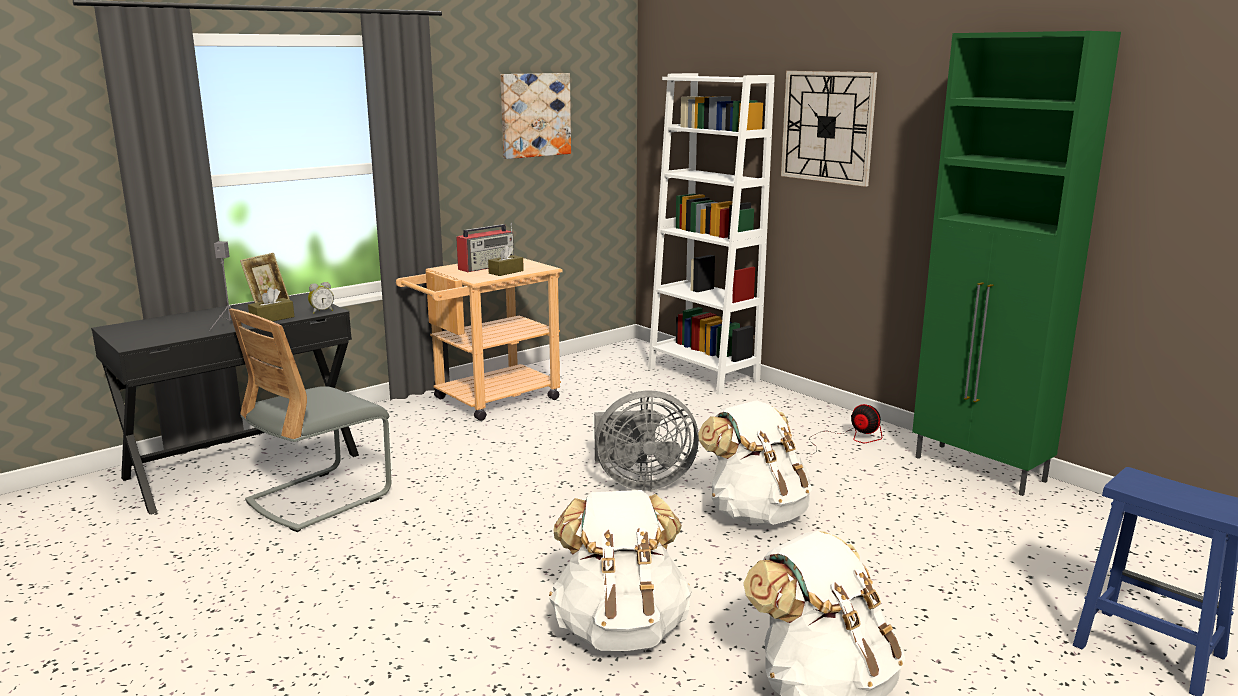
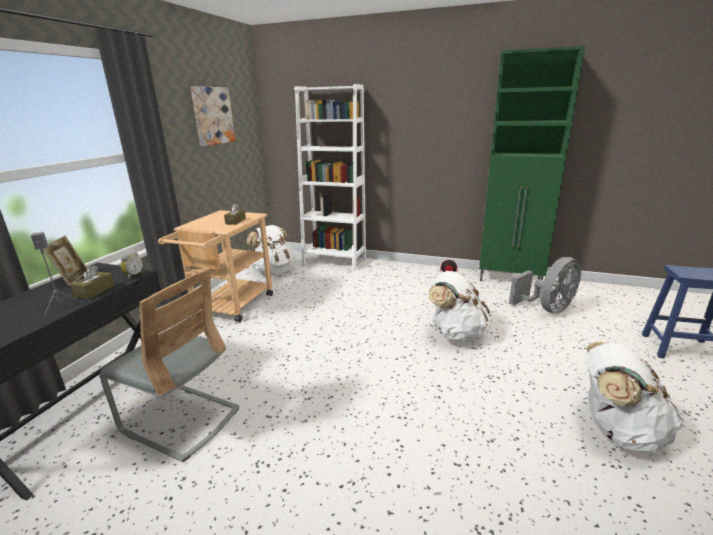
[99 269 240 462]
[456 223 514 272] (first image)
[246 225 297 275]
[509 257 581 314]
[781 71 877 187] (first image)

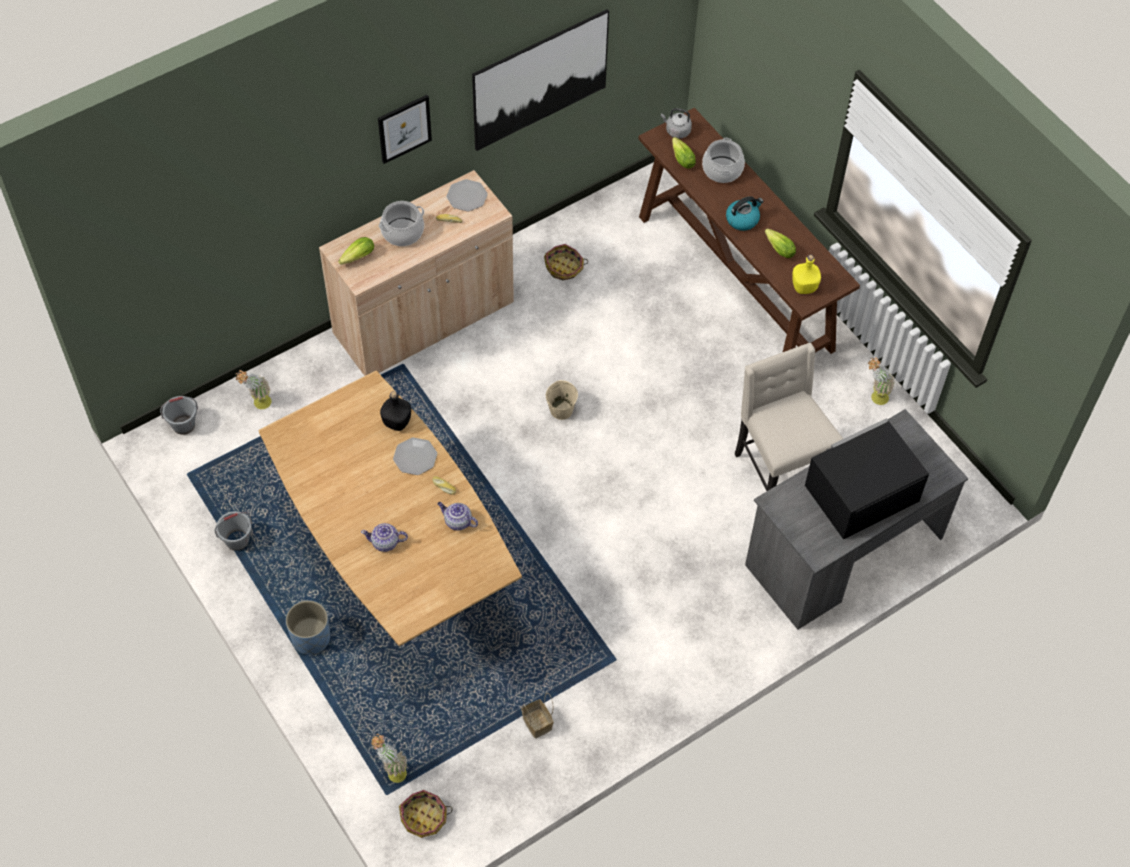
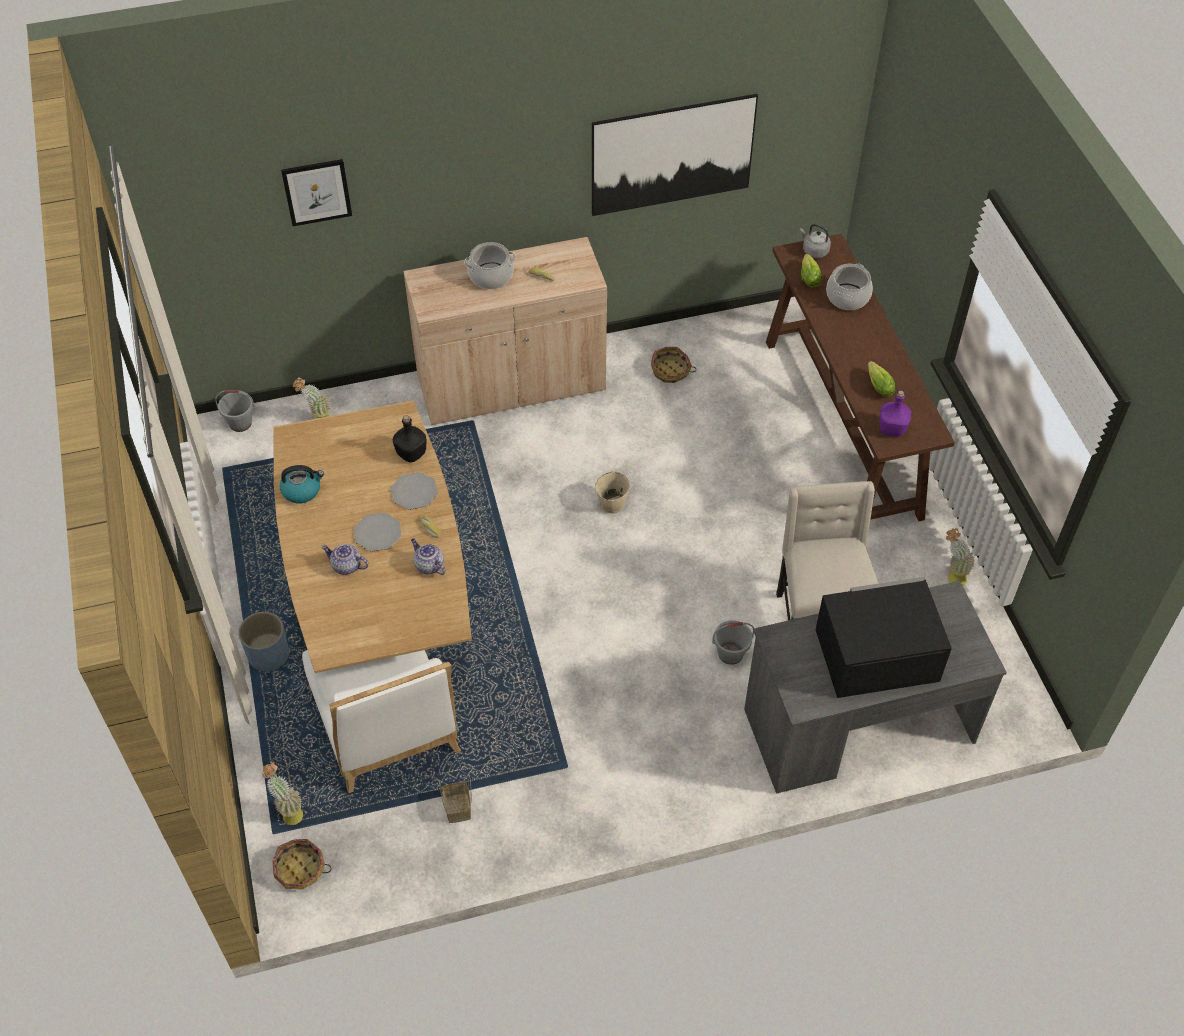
[712 620 754 665]
[338 237 374 265] (first image)
[281 159 352 226]
[354 513 401 551]
[280 465 324 504]
[879 390 911 437]
[302 650 461 793]

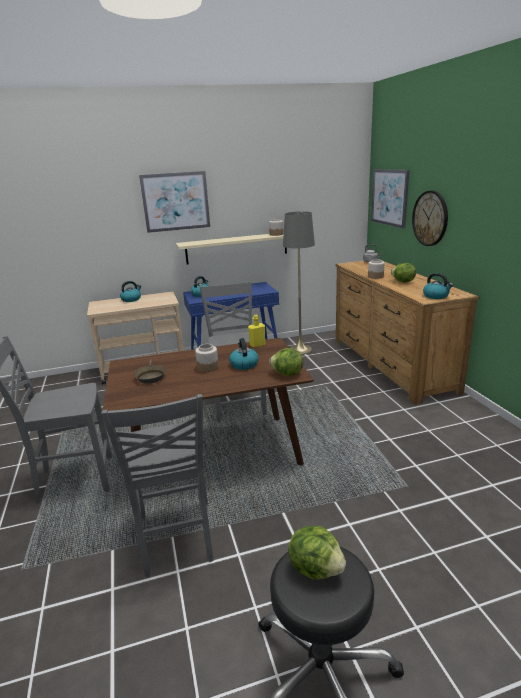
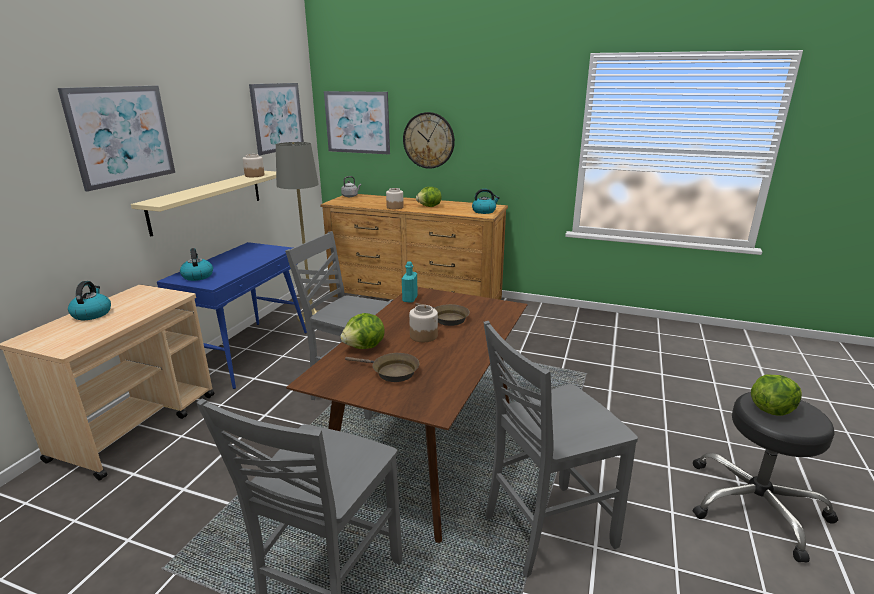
[483 321 638 578]
[415 303 470 326]
[402 261 418 303]
[340 313 385 349]
[249 83 304 155]

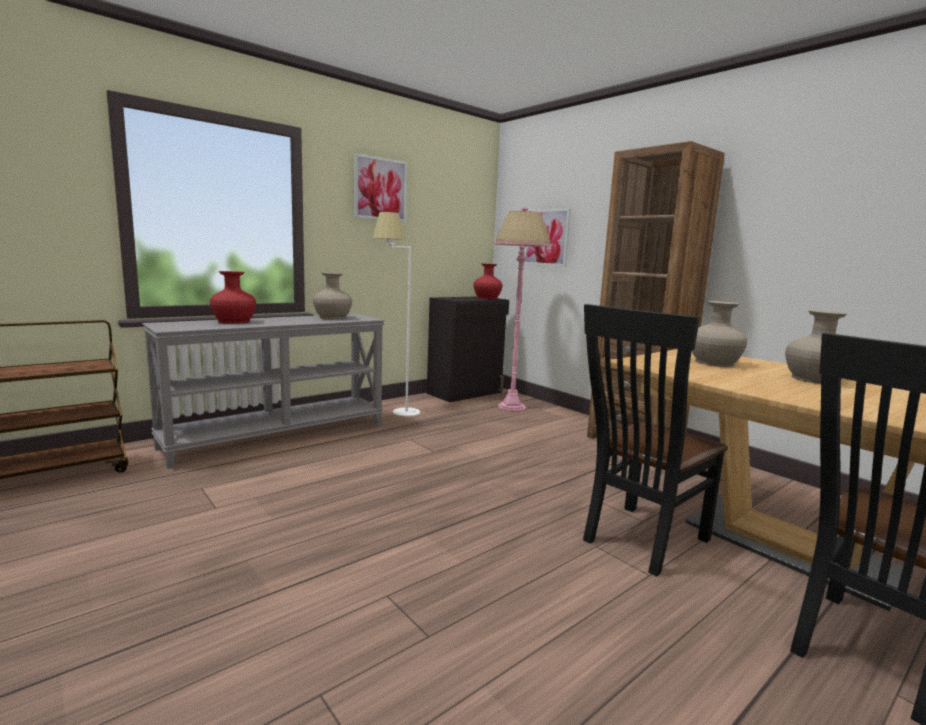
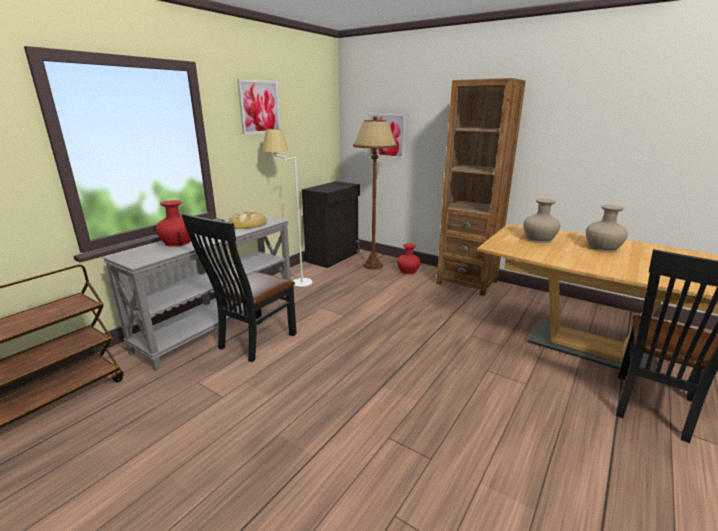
[228 211 267 229]
[397 243 421 274]
[353 116 397 270]
[182 213 297 362]

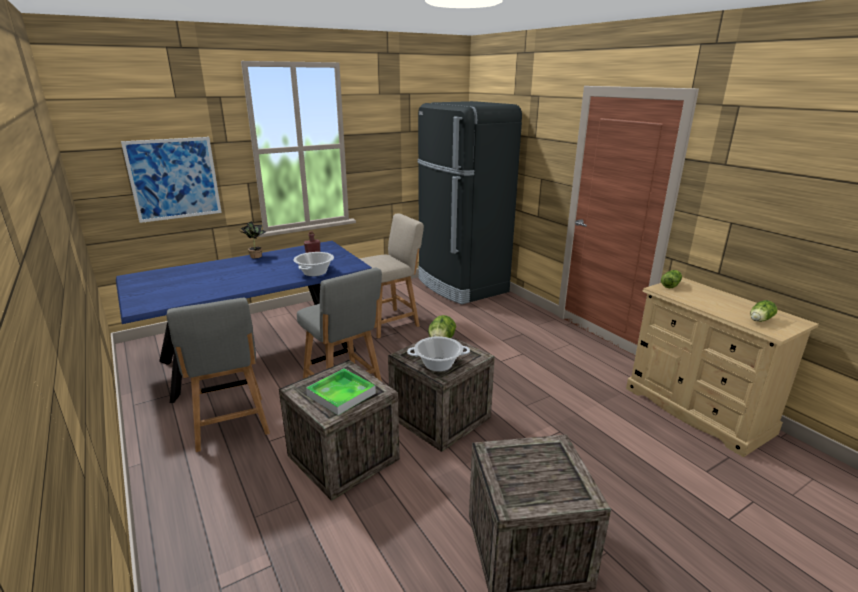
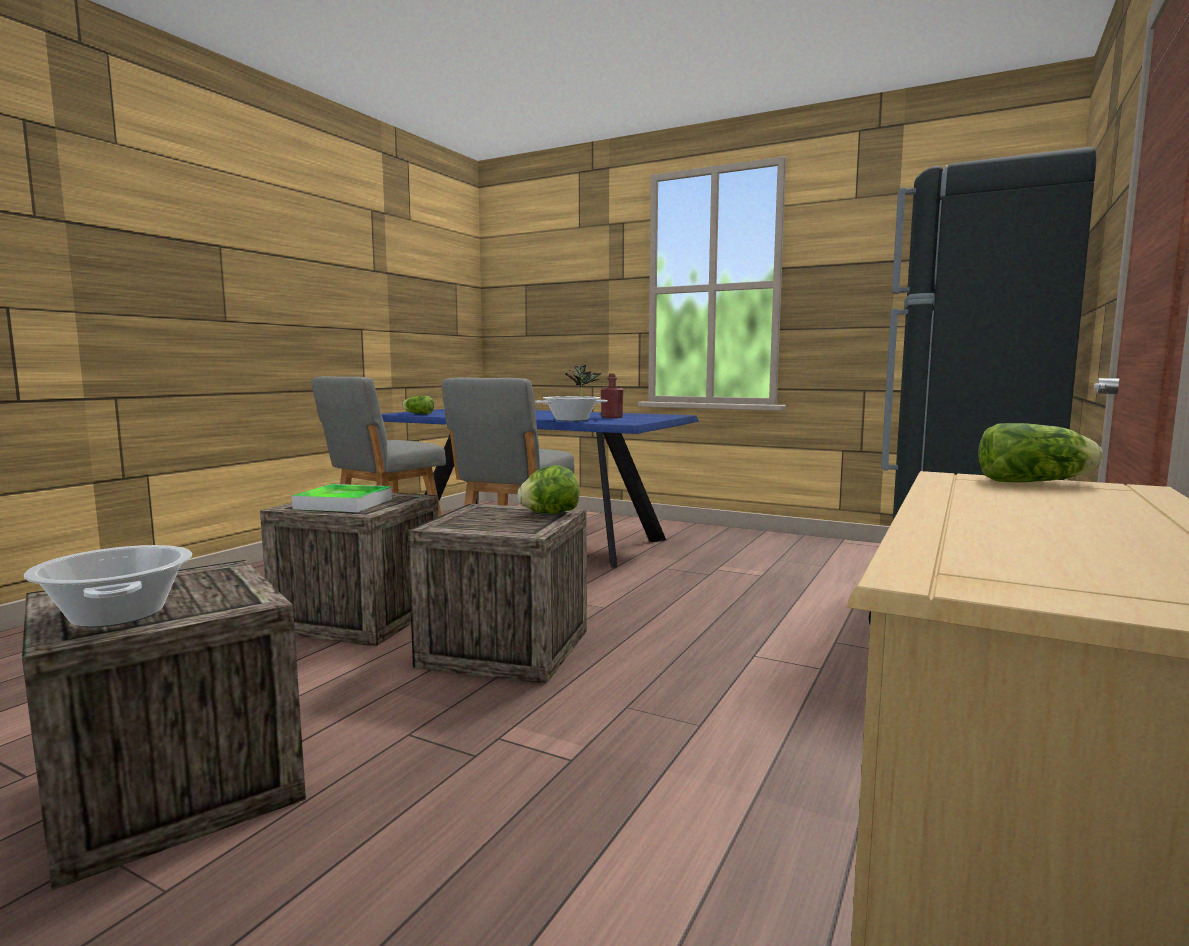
[121 137 222 223] (first image)
[359 213 424 338] (first image)
[24 545 192 628]
[402 396 434 414]

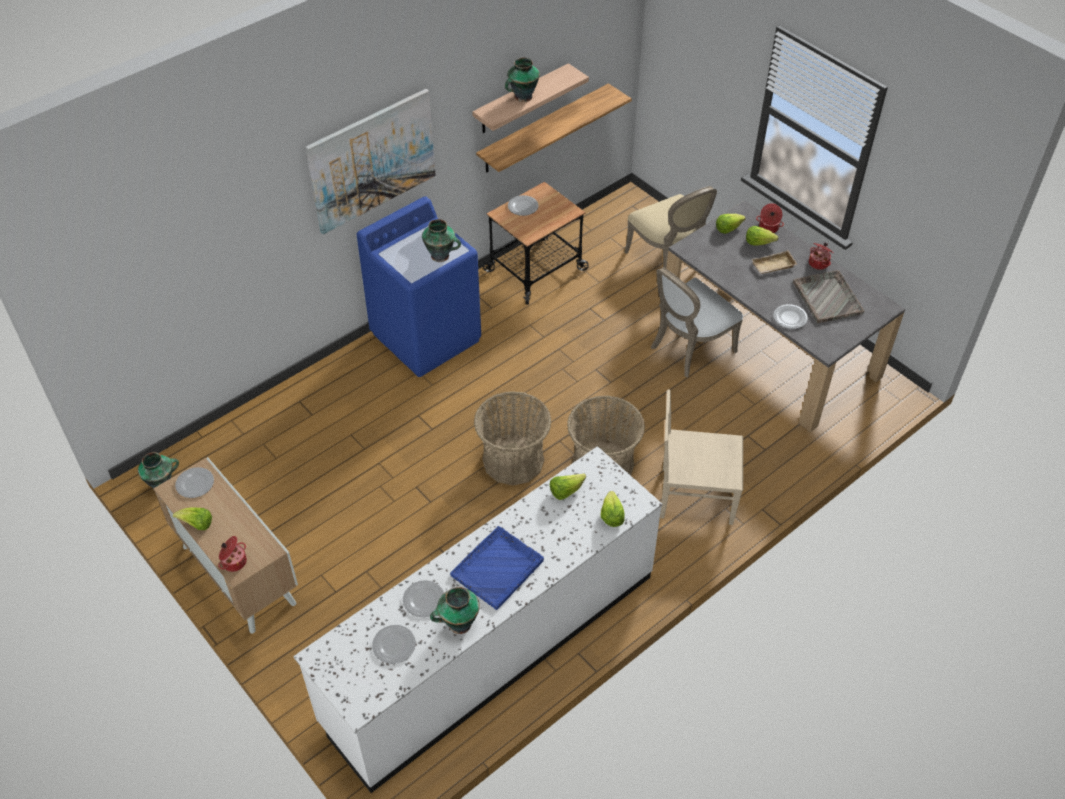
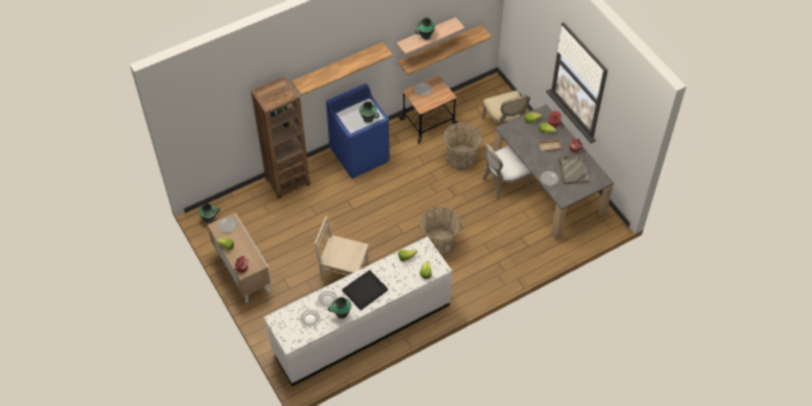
[291 42 393 96]
[342 270 388 310]
[443 122 482 170]
[314 216 369 281]
[251 76 310 199]

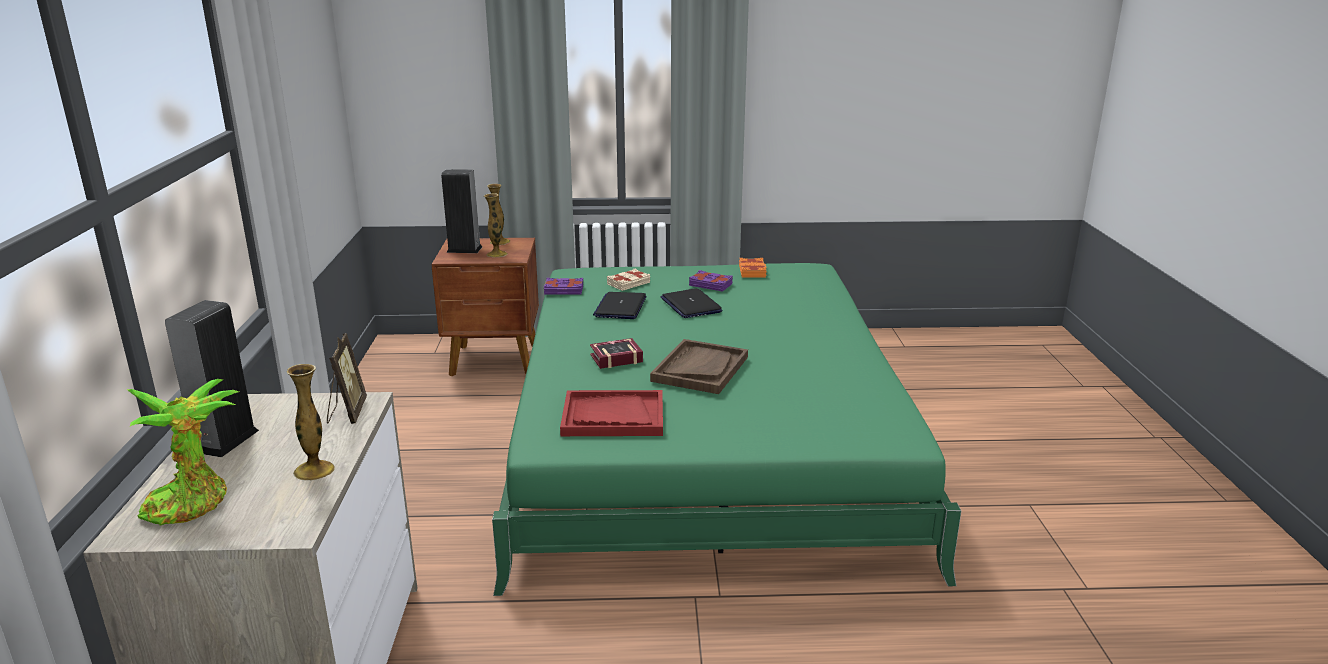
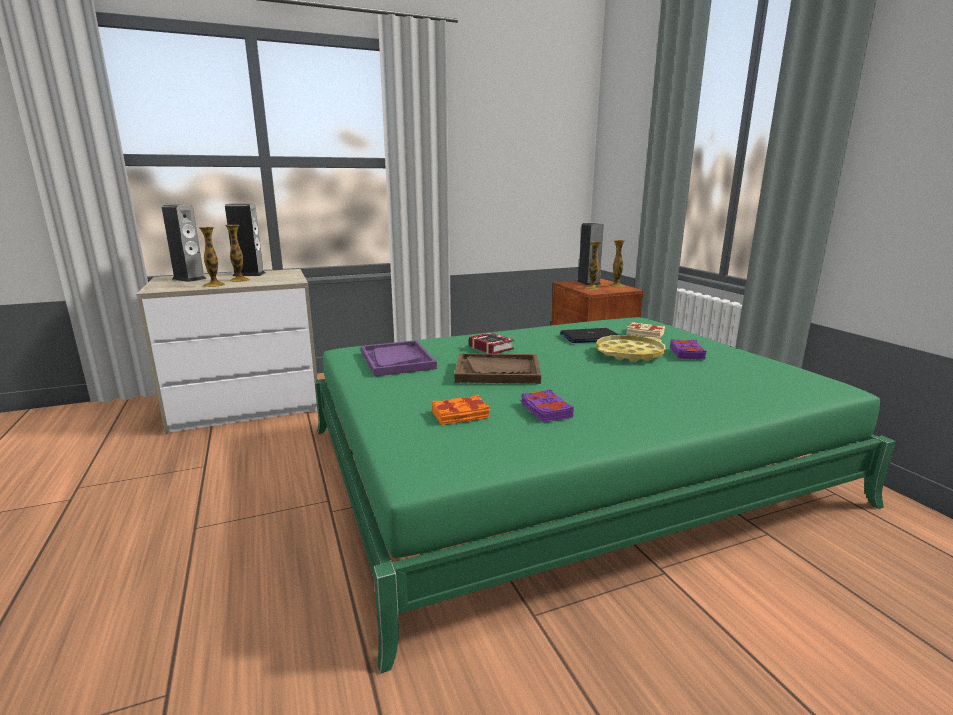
[162 205 206 282]
[327 333 367 424] (first image)
[521 389 574 422]
[361 340 437 377]
[596 335 666 362]
[432 395 490 425]
[225 225 250 282]

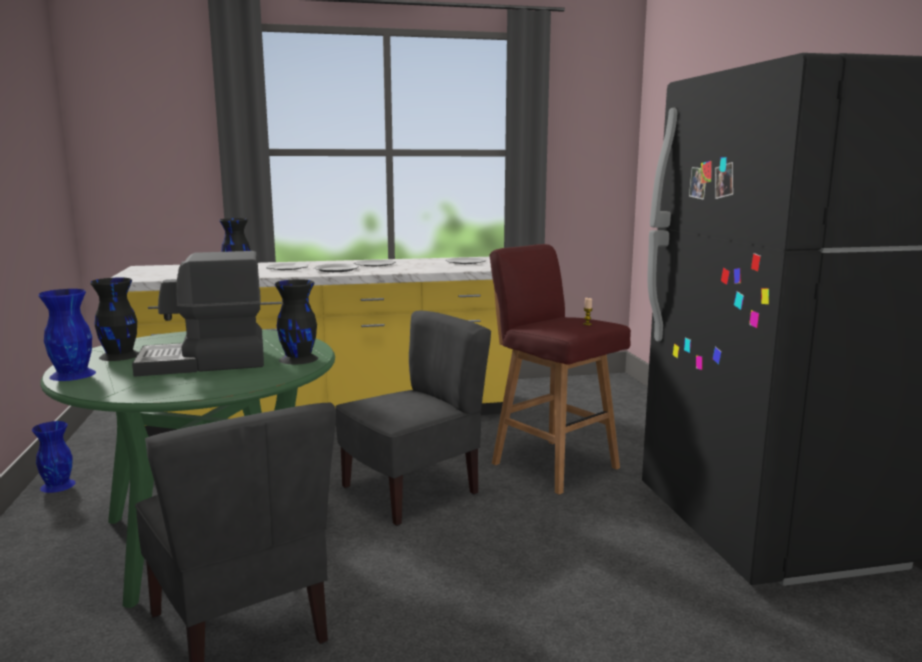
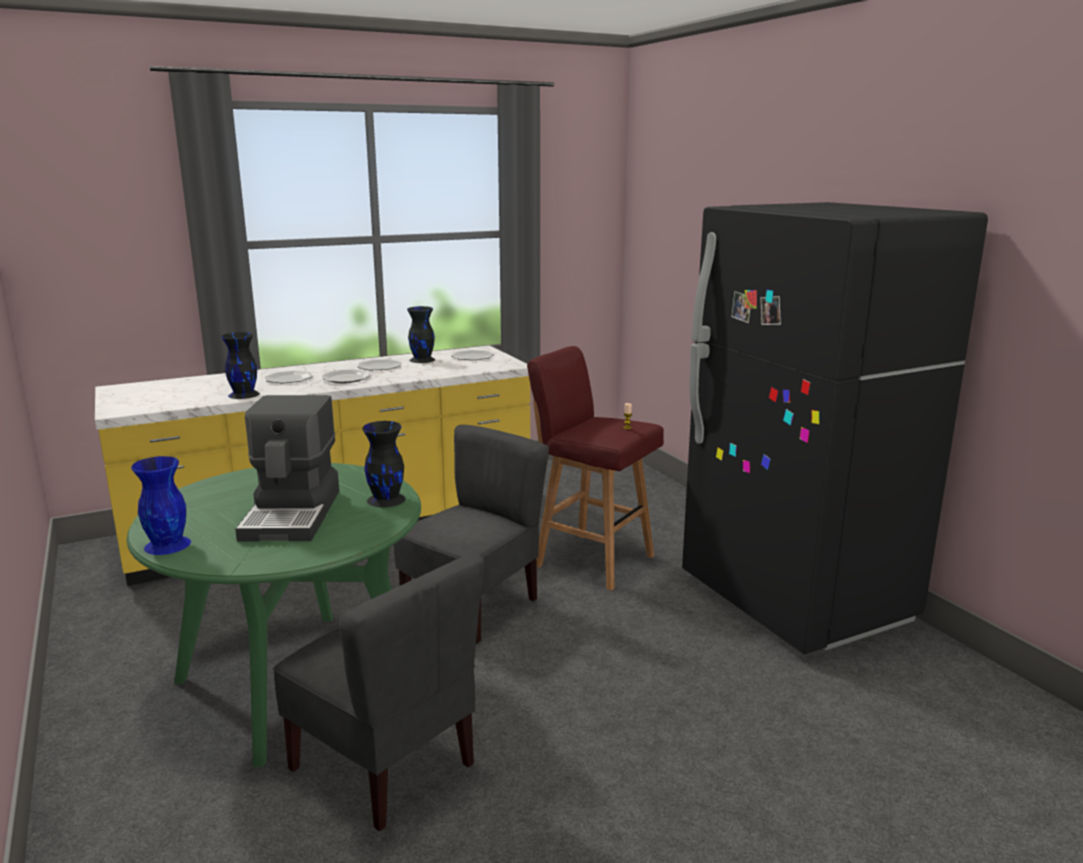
[32 421 76 493] (first image)
[407 306 435 363]
[235 395 339 542]

